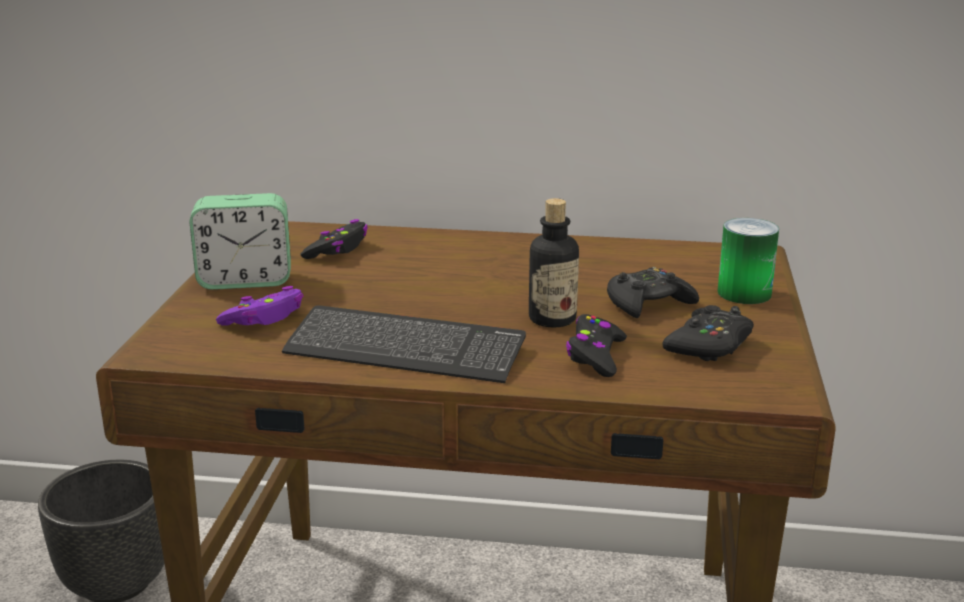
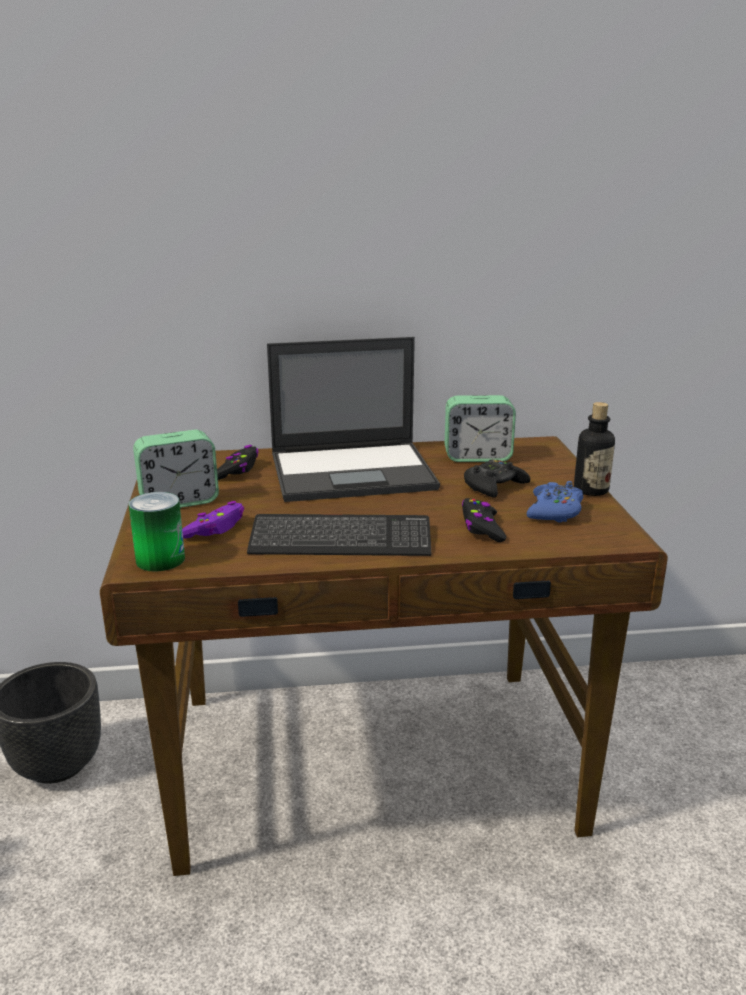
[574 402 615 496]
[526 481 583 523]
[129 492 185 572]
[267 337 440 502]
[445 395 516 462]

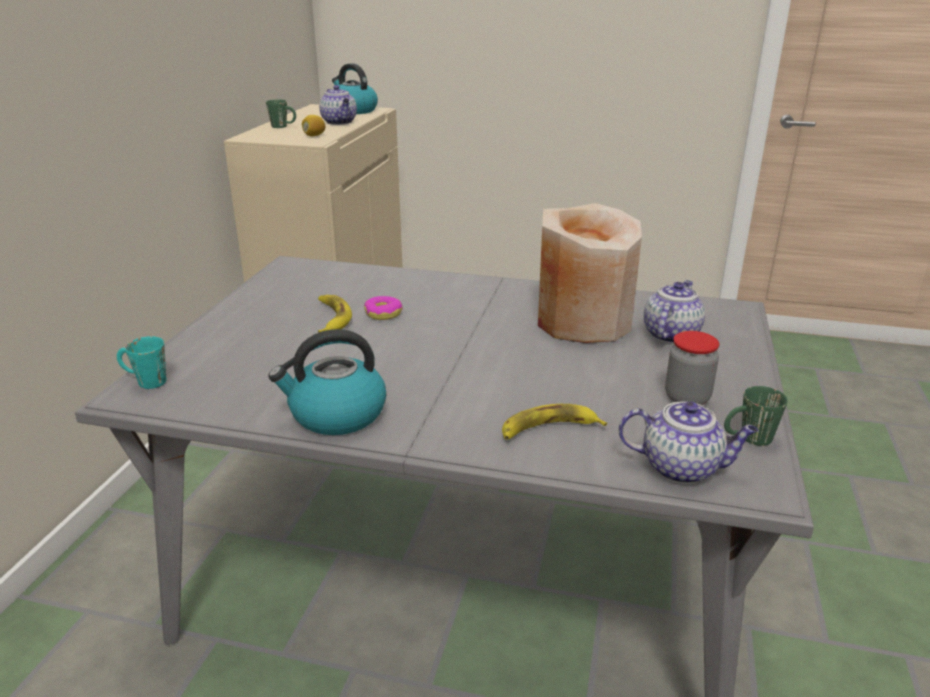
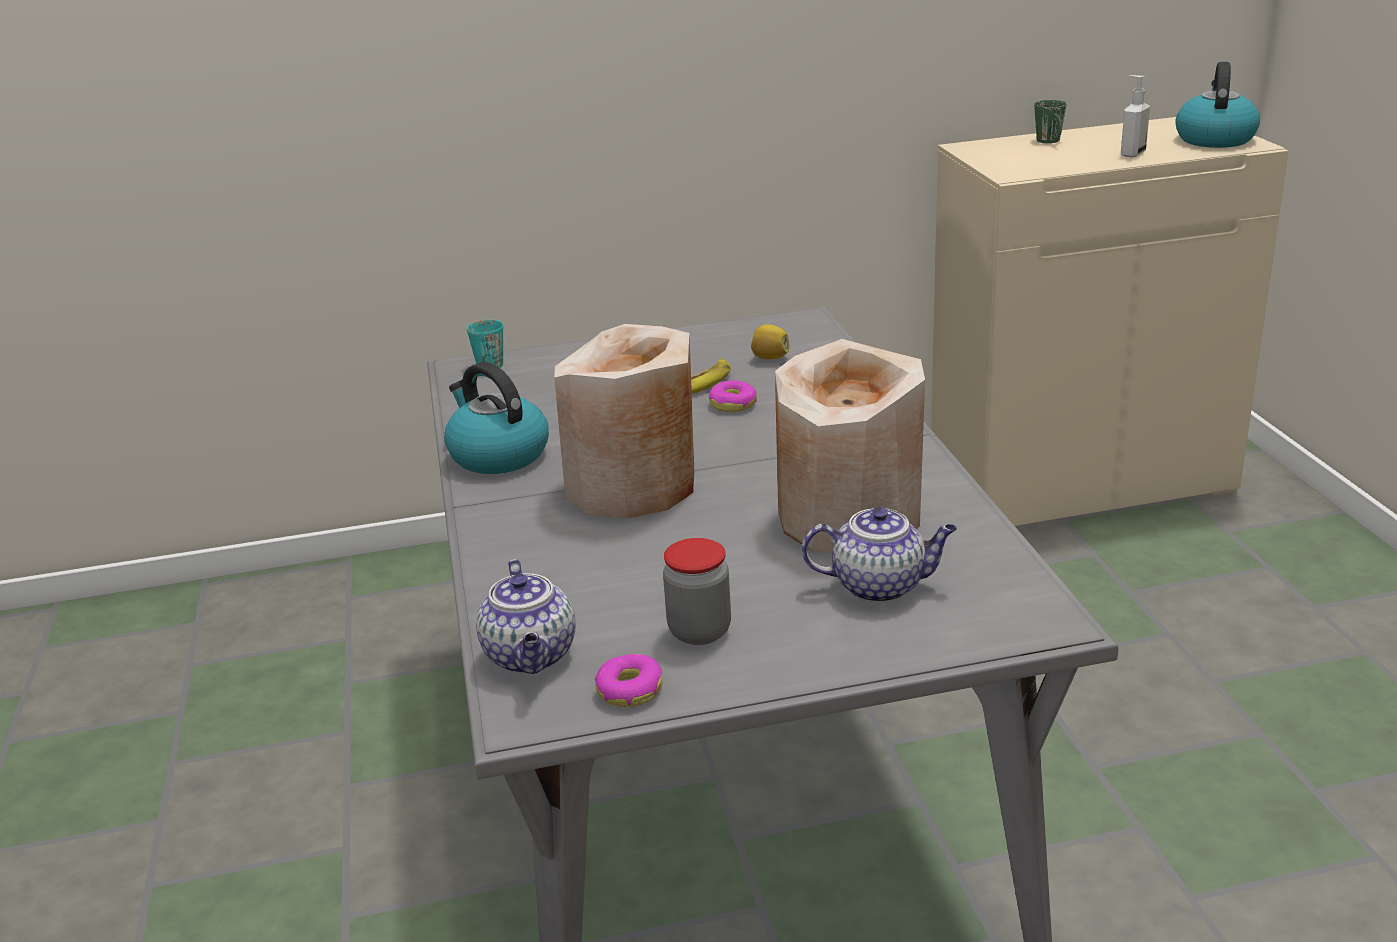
[751 324 789 359]
[1121 75 1150 157]
[502 404 607 439] (first image)
[595 654 662 707]
[554 324 694 519]

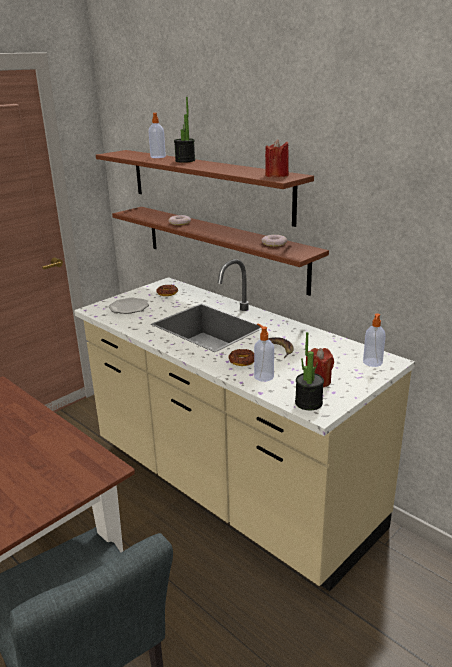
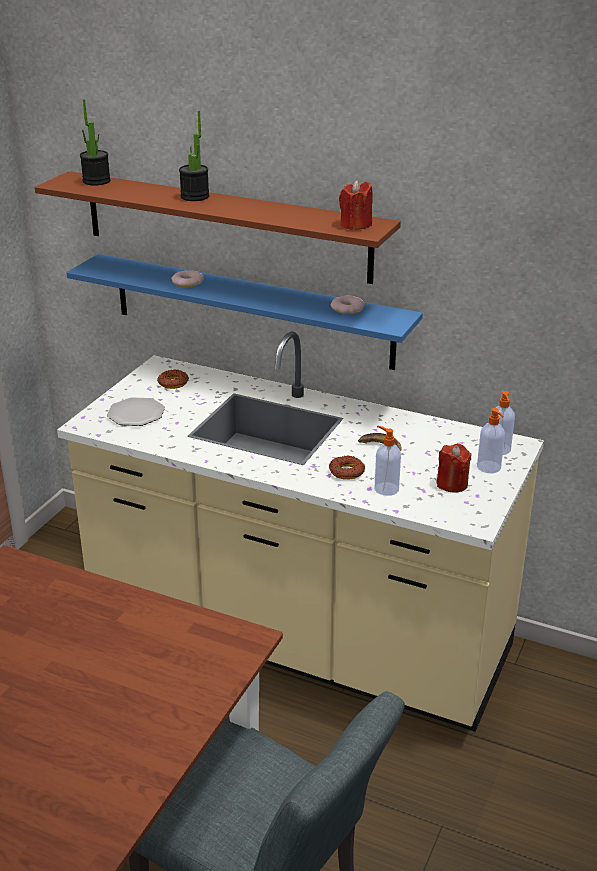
[66 254 423 370]
[477 408 505 473]
[80 100 111 186]

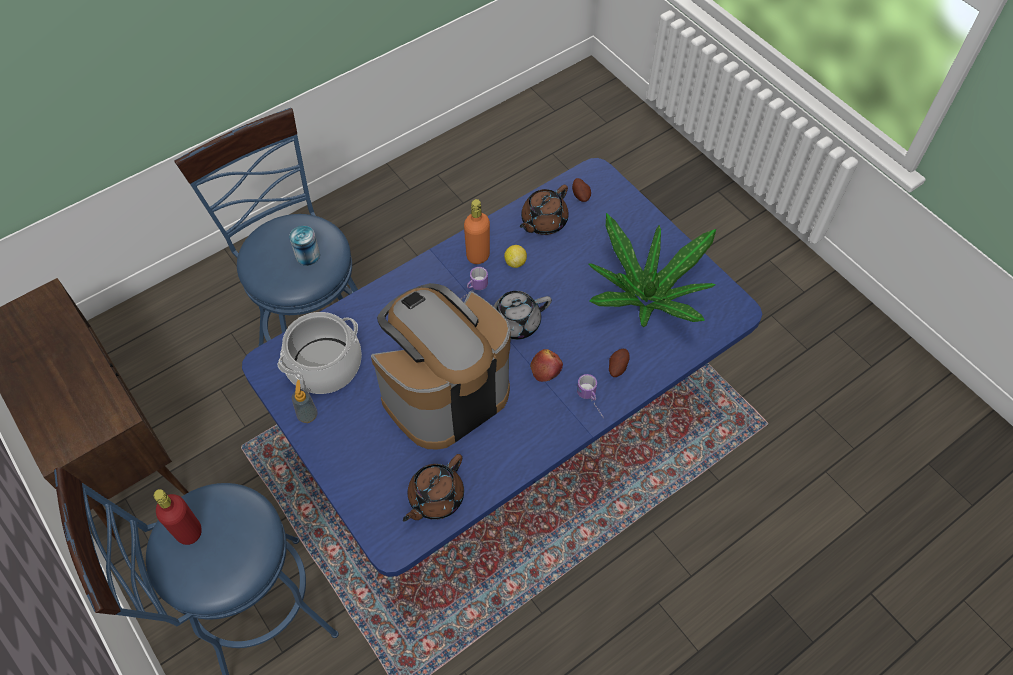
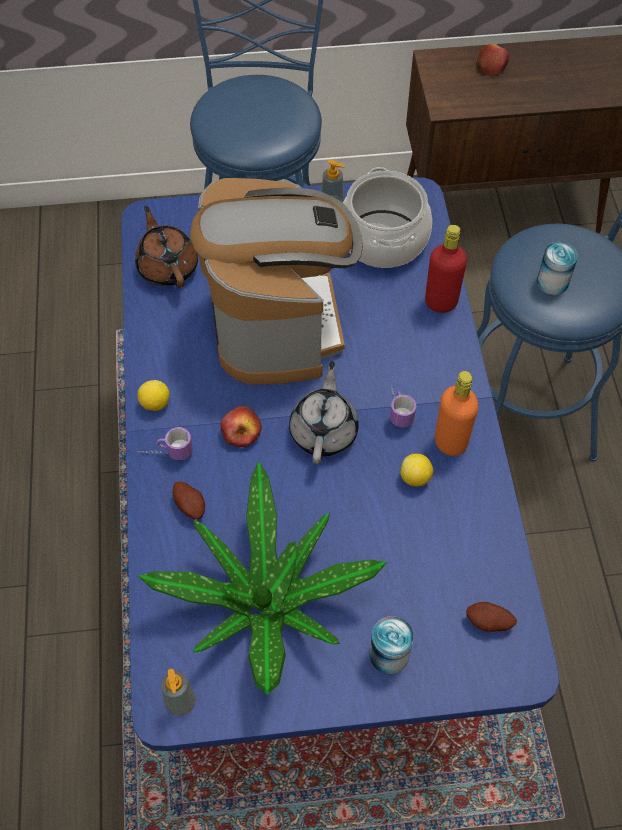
[425 225 467 313]
[520 185 569 235] (first image)
[137 380 170 411]
[161 669 196 716]
[369 616 414 674]
[477 44 509 76]

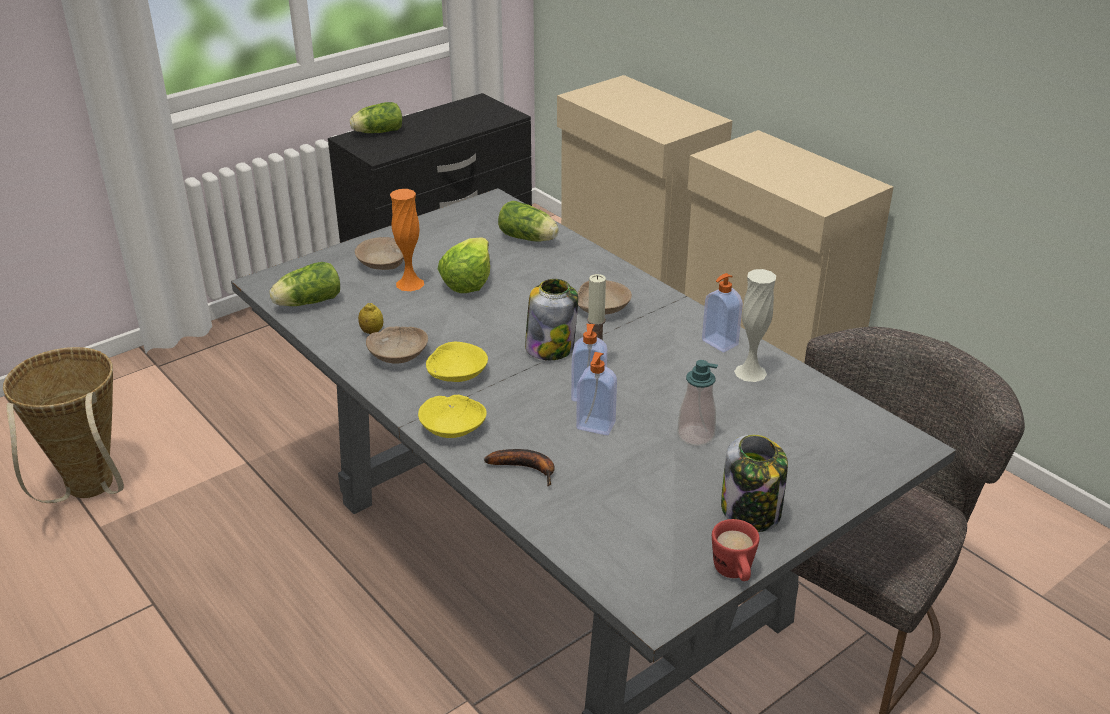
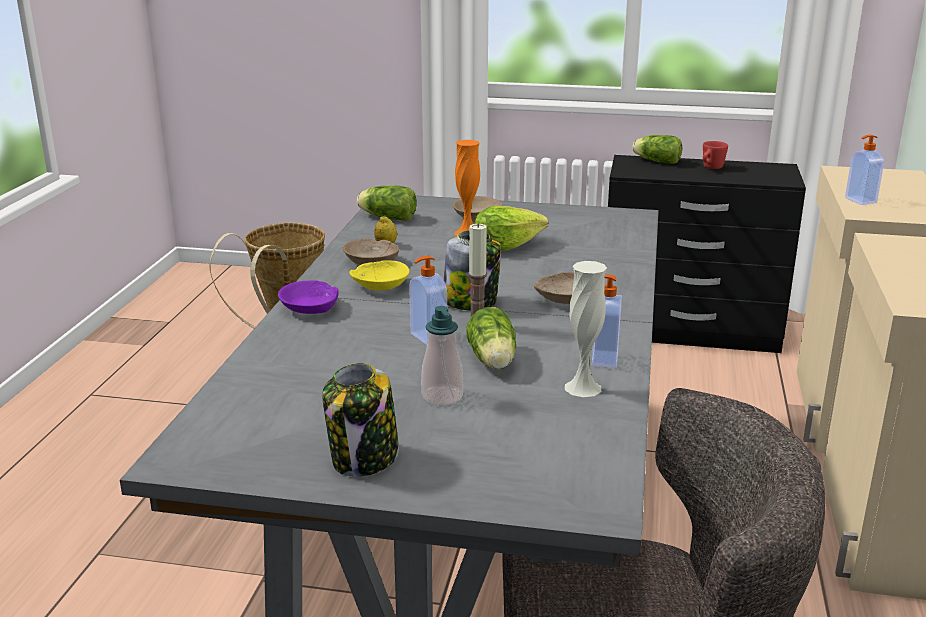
[278 280 339 314]
[484 449 555 486] (first image)
[466 307 516 369]
[845 134 884 205]
[703 141 728 169]

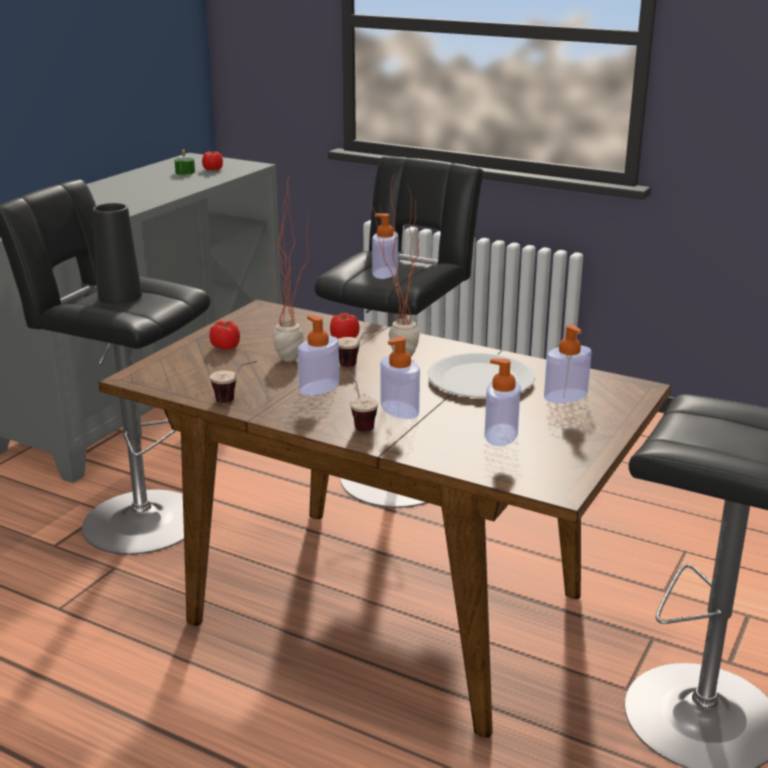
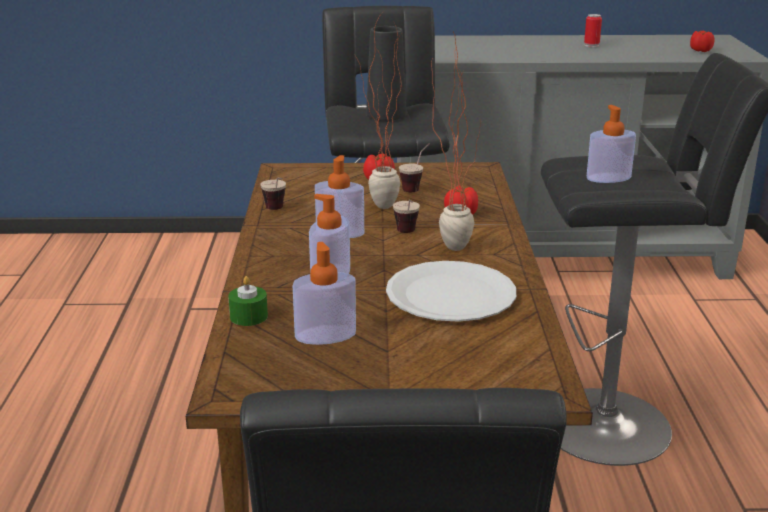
[228 276 268 326]
[399 143 430 192]
[544 325 592 403] (first image)
[584 14 602 47]

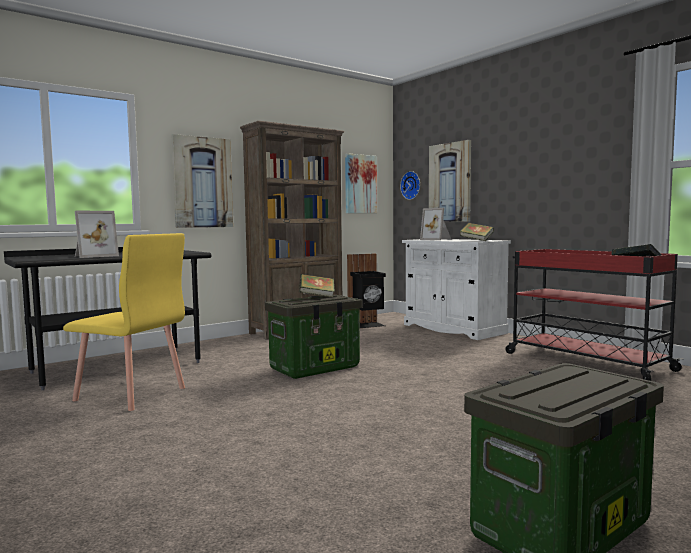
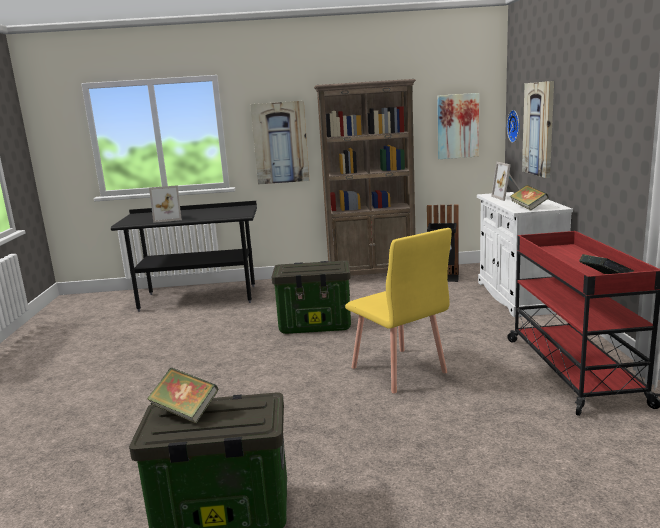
[345 228 452 394]
[147 368 218 424]

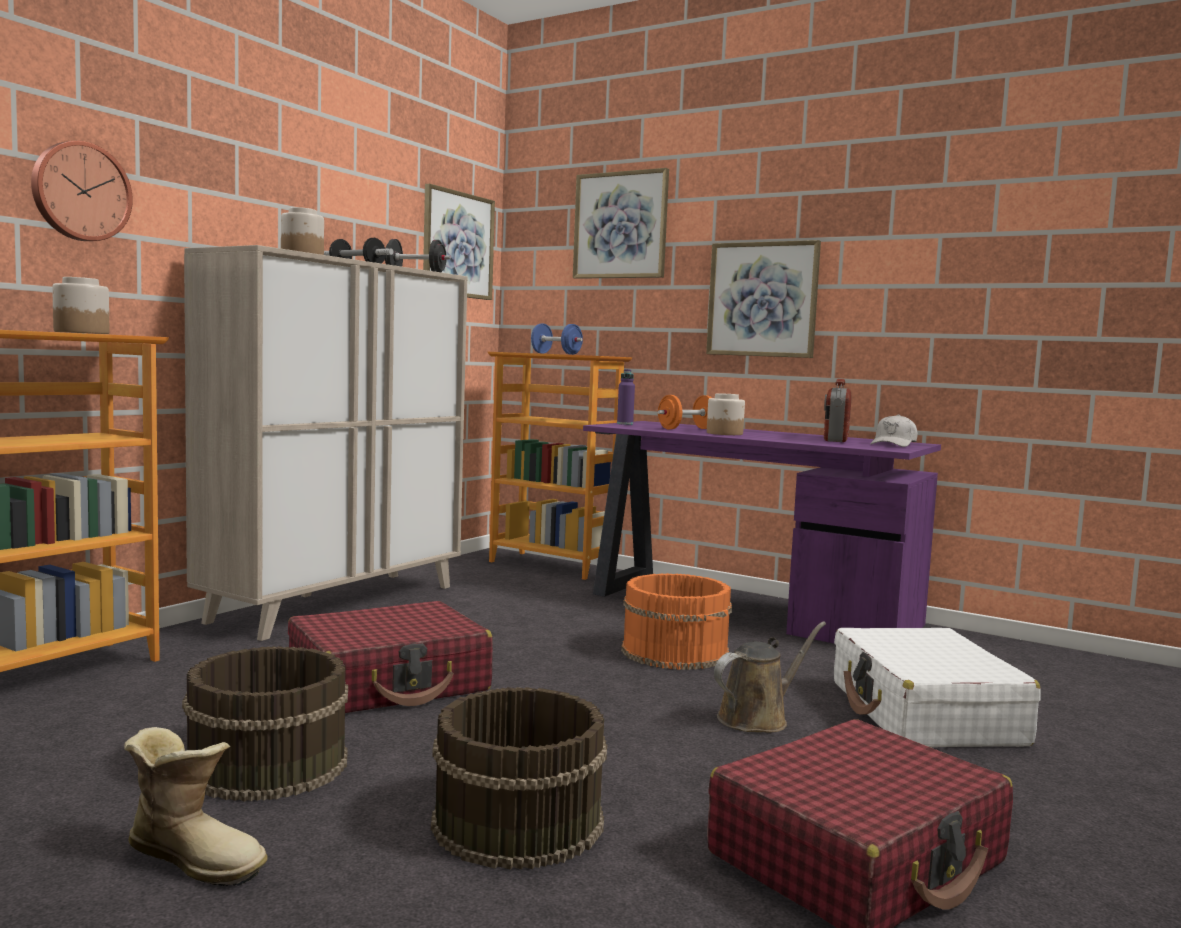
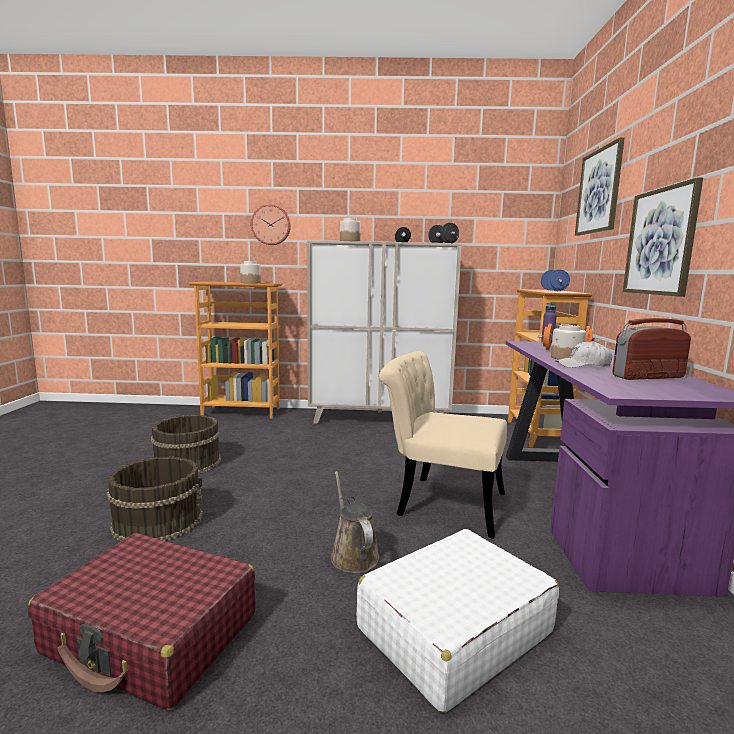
[124 727 268 886] (first image)
[288 601 493 713] (first image)
[423 184 495 300] (first image)
[379 351 507 539]
[331 471 380 573]
[556 341 612 368]

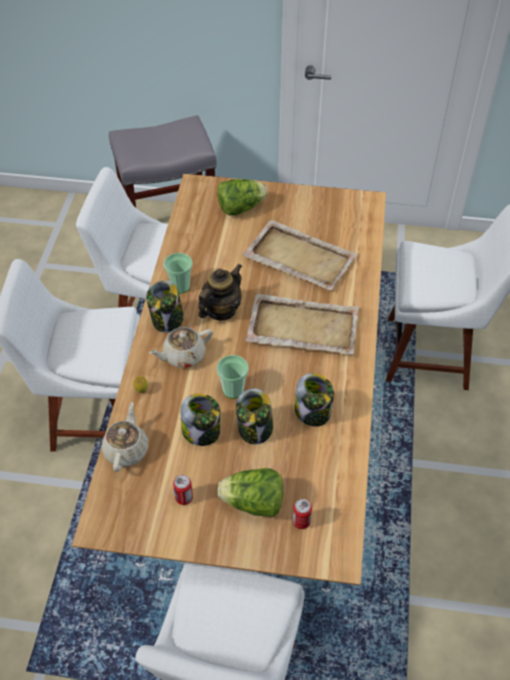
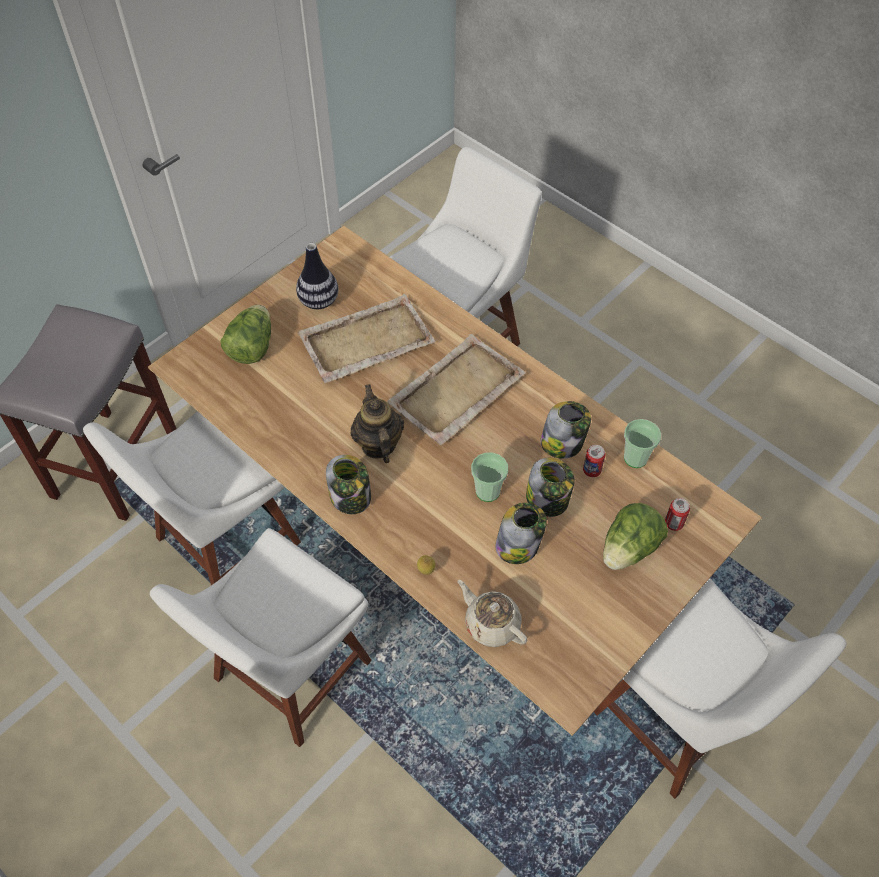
[149 327 213 368] (first image)
[624 419 661 468]
[583 445 606 477]
[296 243 338 309]

